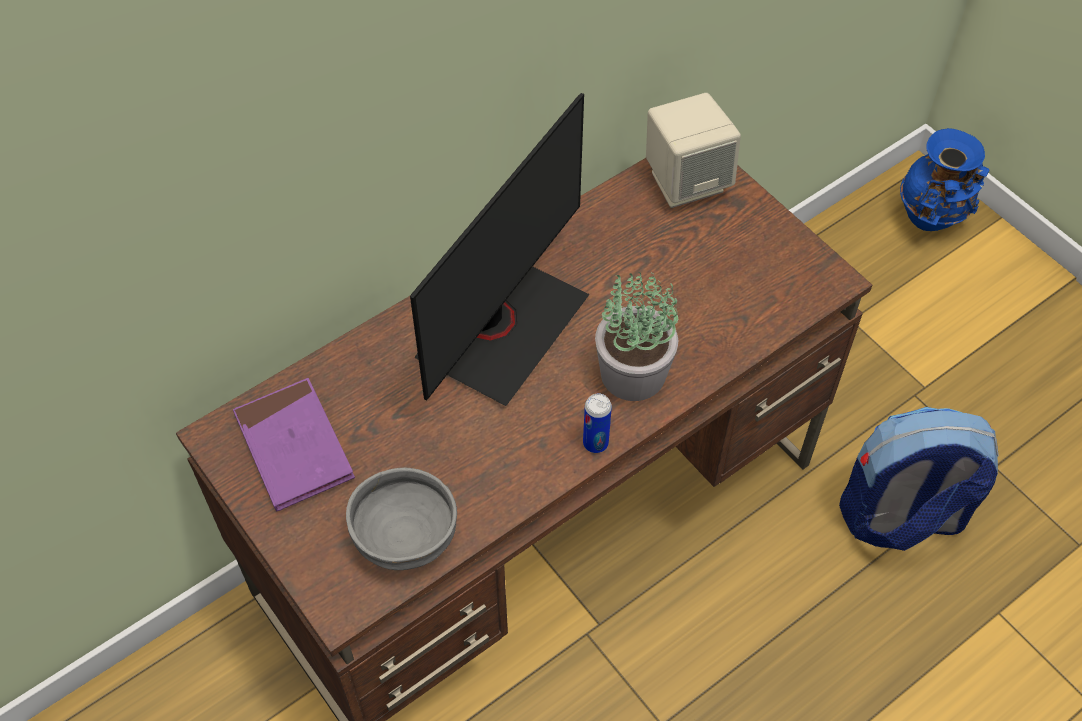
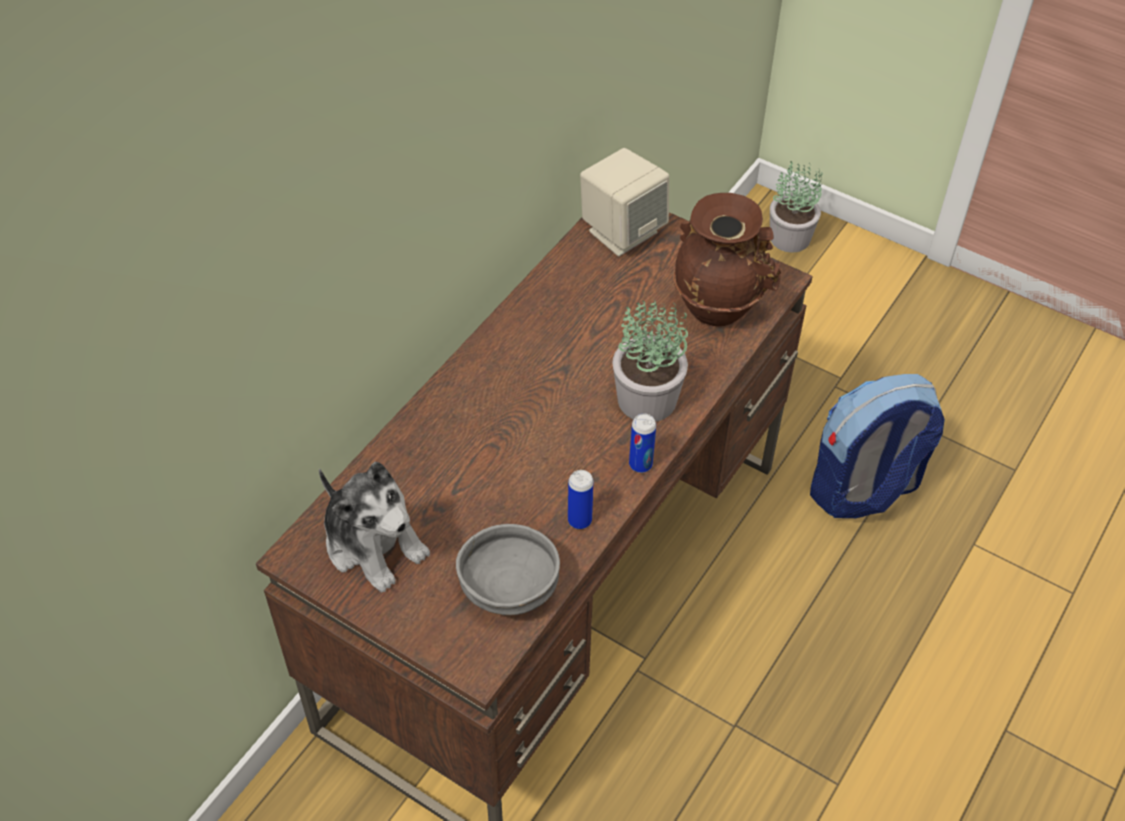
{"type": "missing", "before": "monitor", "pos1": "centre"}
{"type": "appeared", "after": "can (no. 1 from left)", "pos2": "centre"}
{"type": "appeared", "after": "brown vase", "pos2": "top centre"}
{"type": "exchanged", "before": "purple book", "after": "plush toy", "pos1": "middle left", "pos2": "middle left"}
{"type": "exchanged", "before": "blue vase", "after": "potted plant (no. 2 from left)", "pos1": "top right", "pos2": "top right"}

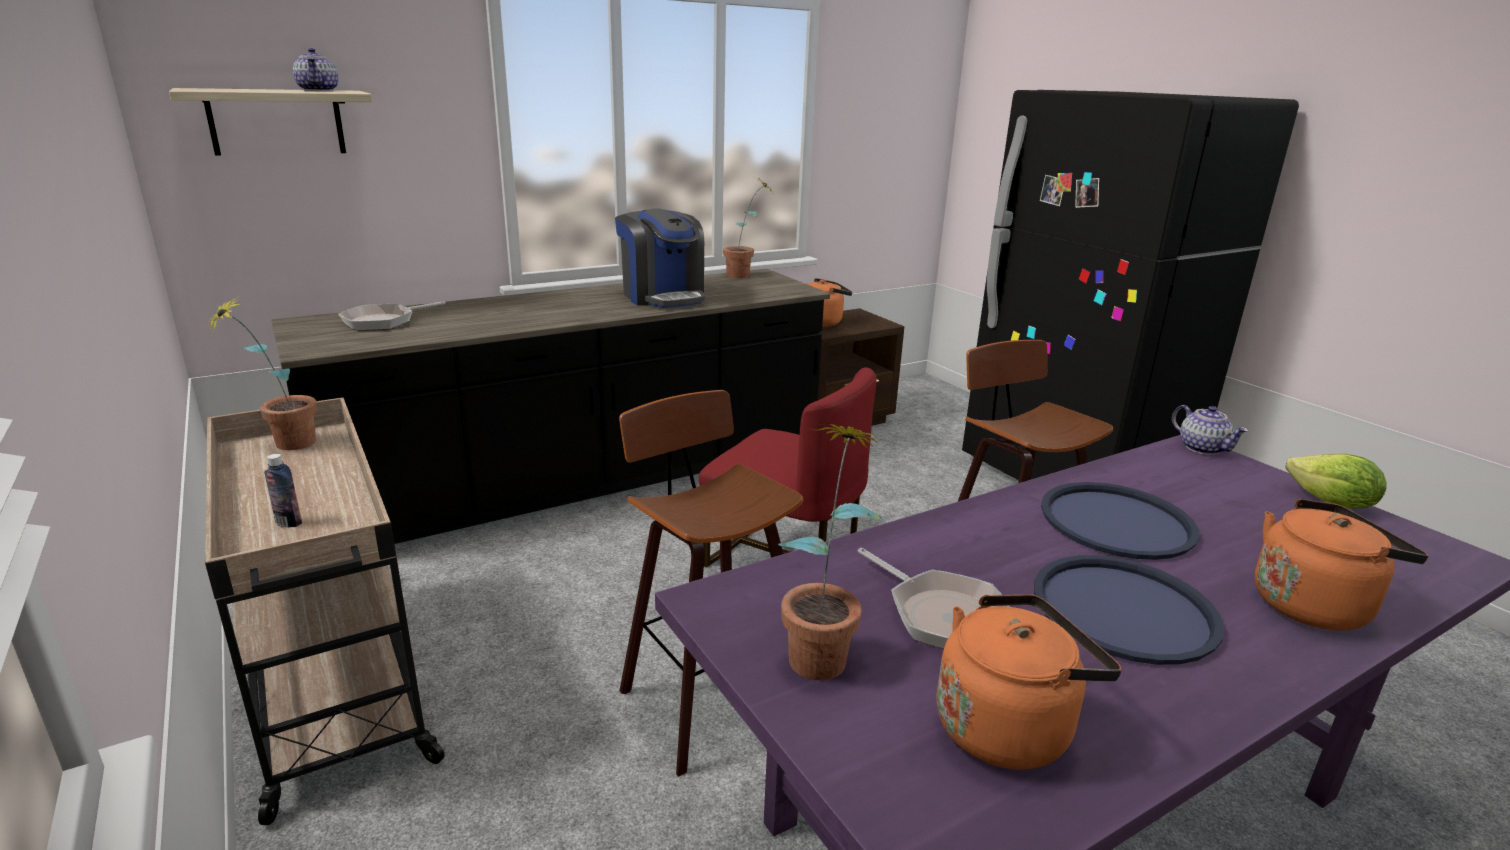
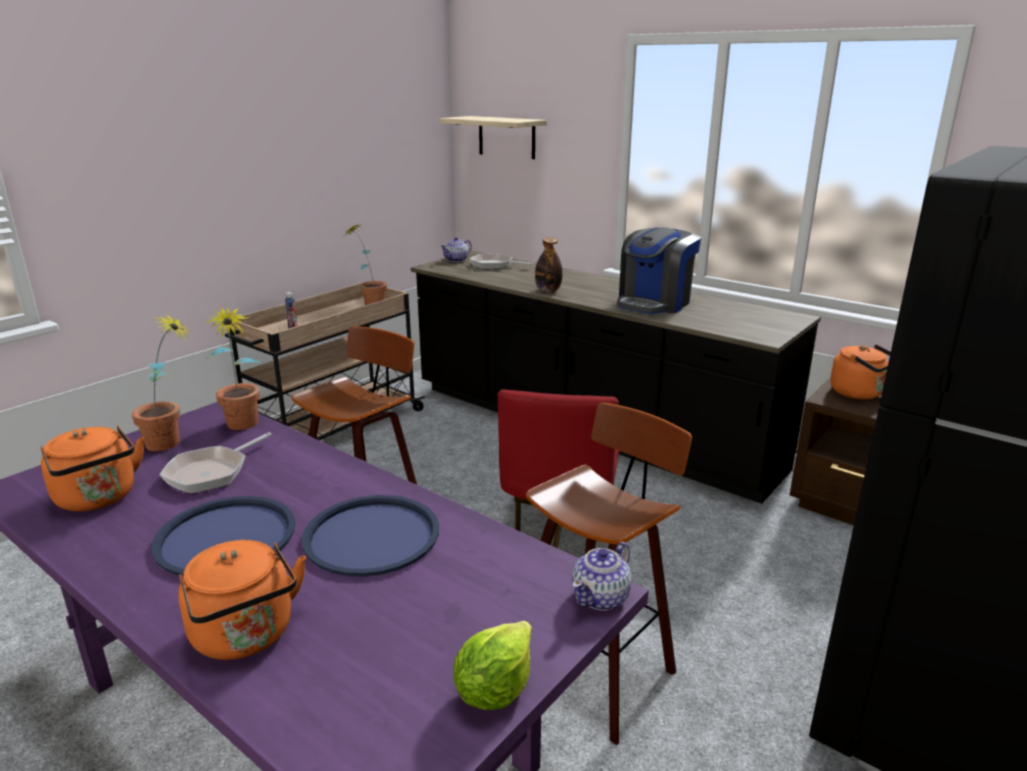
{"type": "appeared", "after": "bottle (no. 2 from left)", "pos2": "centre"}
{"type": "relocated", "before": "teapot (no. 1 from left)", "pos1": "top left", "pos2": "top centre"}
{"type": "relocated", "before": "potted plant (no. 2 from left)", "pos1": "top centre", "pos2": "middle left"}

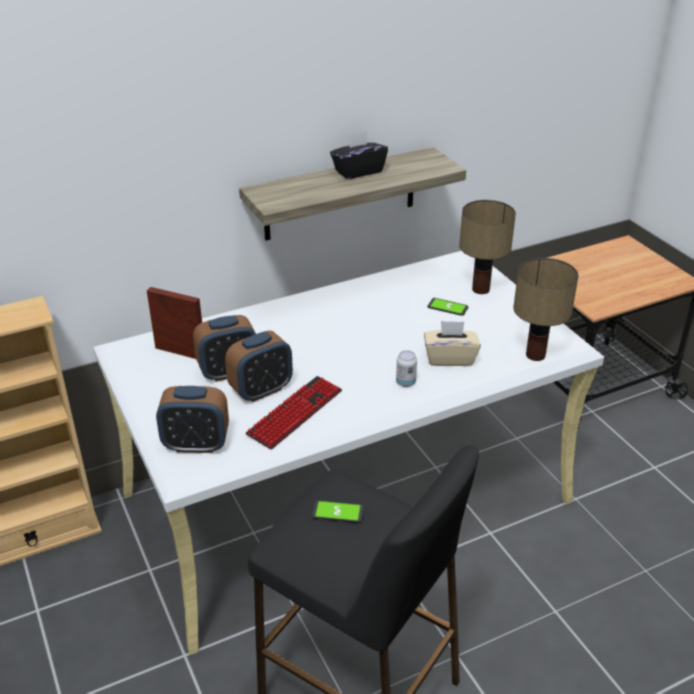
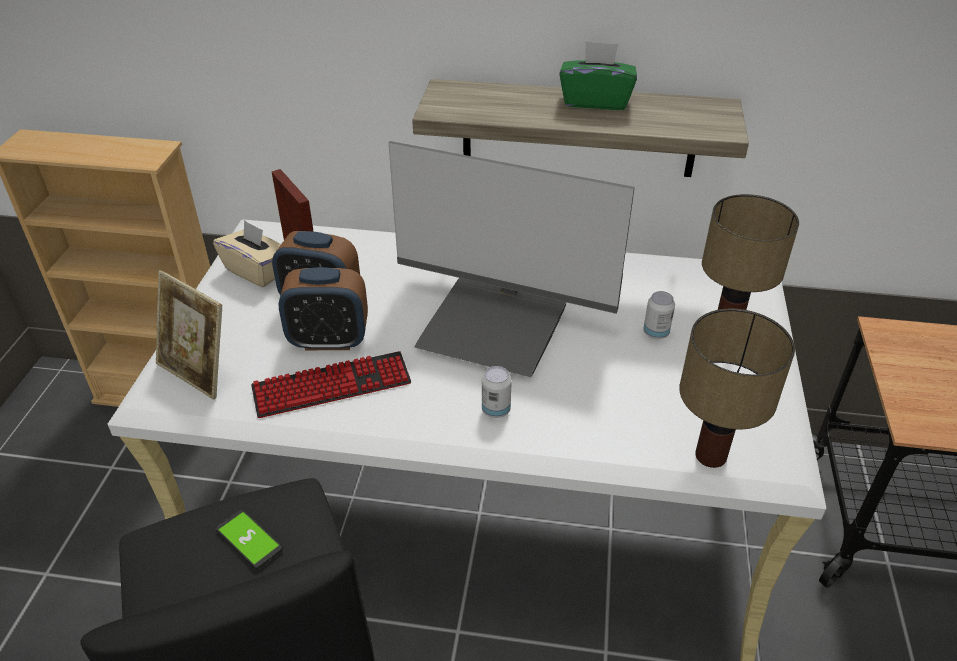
{"type": "appeared", "after": "monitor", "pos2": "centre"}
{"type": "relocated", "before": "beige tissue box", "pos1": "centre", "pos2": "middle left"}
{"type": "exchanged", "before": "alarm clock (no. 1 from left)", "after": "picture frame (no. 1 from left)", "pos1": "middle left", "pos2": "middle left"}
{"type": "exchanged", "before": "phone (no. 2 from left)", "after": "can (no. 2 from left)", "pos1": "centre", "pos2": "middle right"}
{"type": "colour", "before": "black tissue box", "after": "green tissue box", "pos1": "top centre", "pos2": "top centre"}

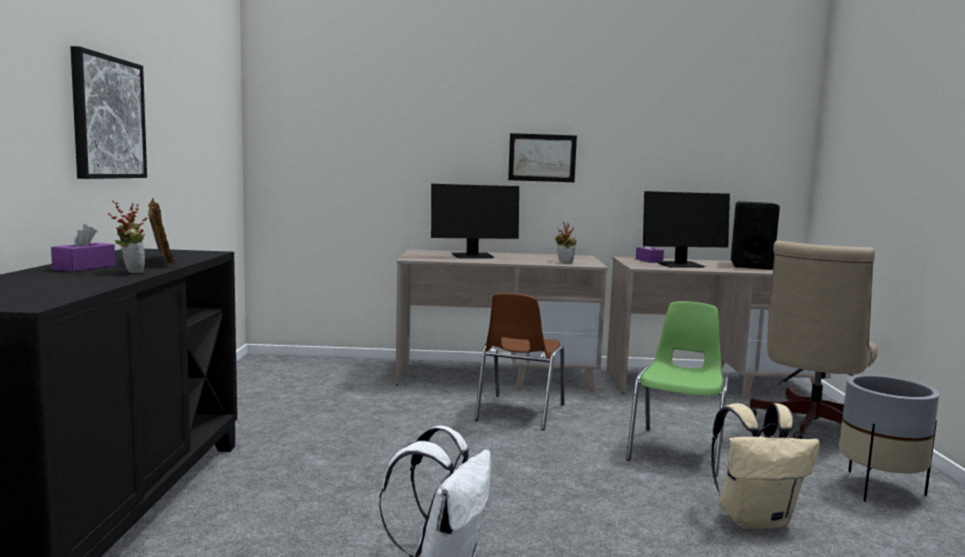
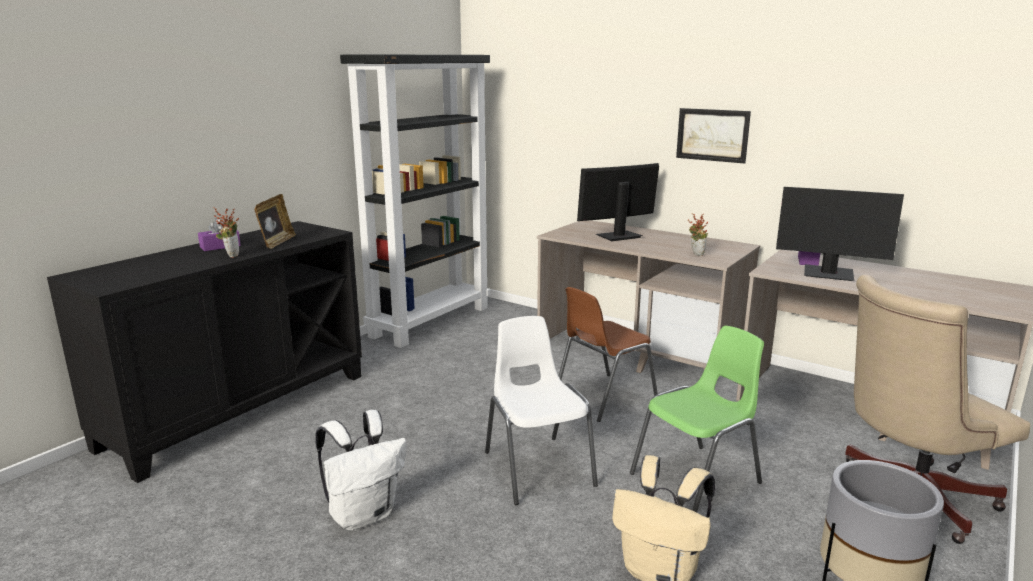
{"type": "missing", "before": "picture (no. 1 from left)", "pos1": "top left"}
{"type": "missing", "before": "black speaker", "pos1": "middle right"}
{"type": "appeared", "after": "black bookcase", "pos2": "centre"}
{"type": "appeared", "after": "white chair", "pos2": "bottom centre"}
{"type": "spun", "before": "monitor (no. 1 from left)", "pos1": "centre", "pos2": "centre", "turn": 135}

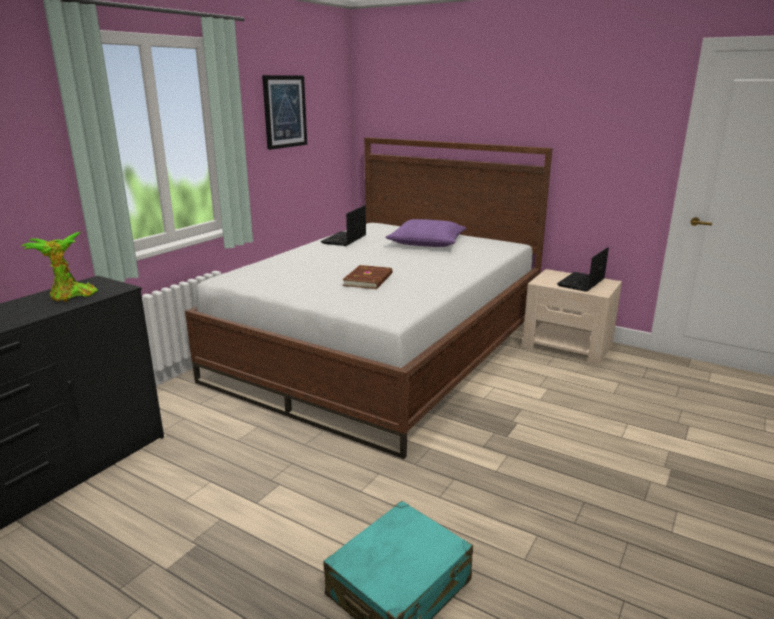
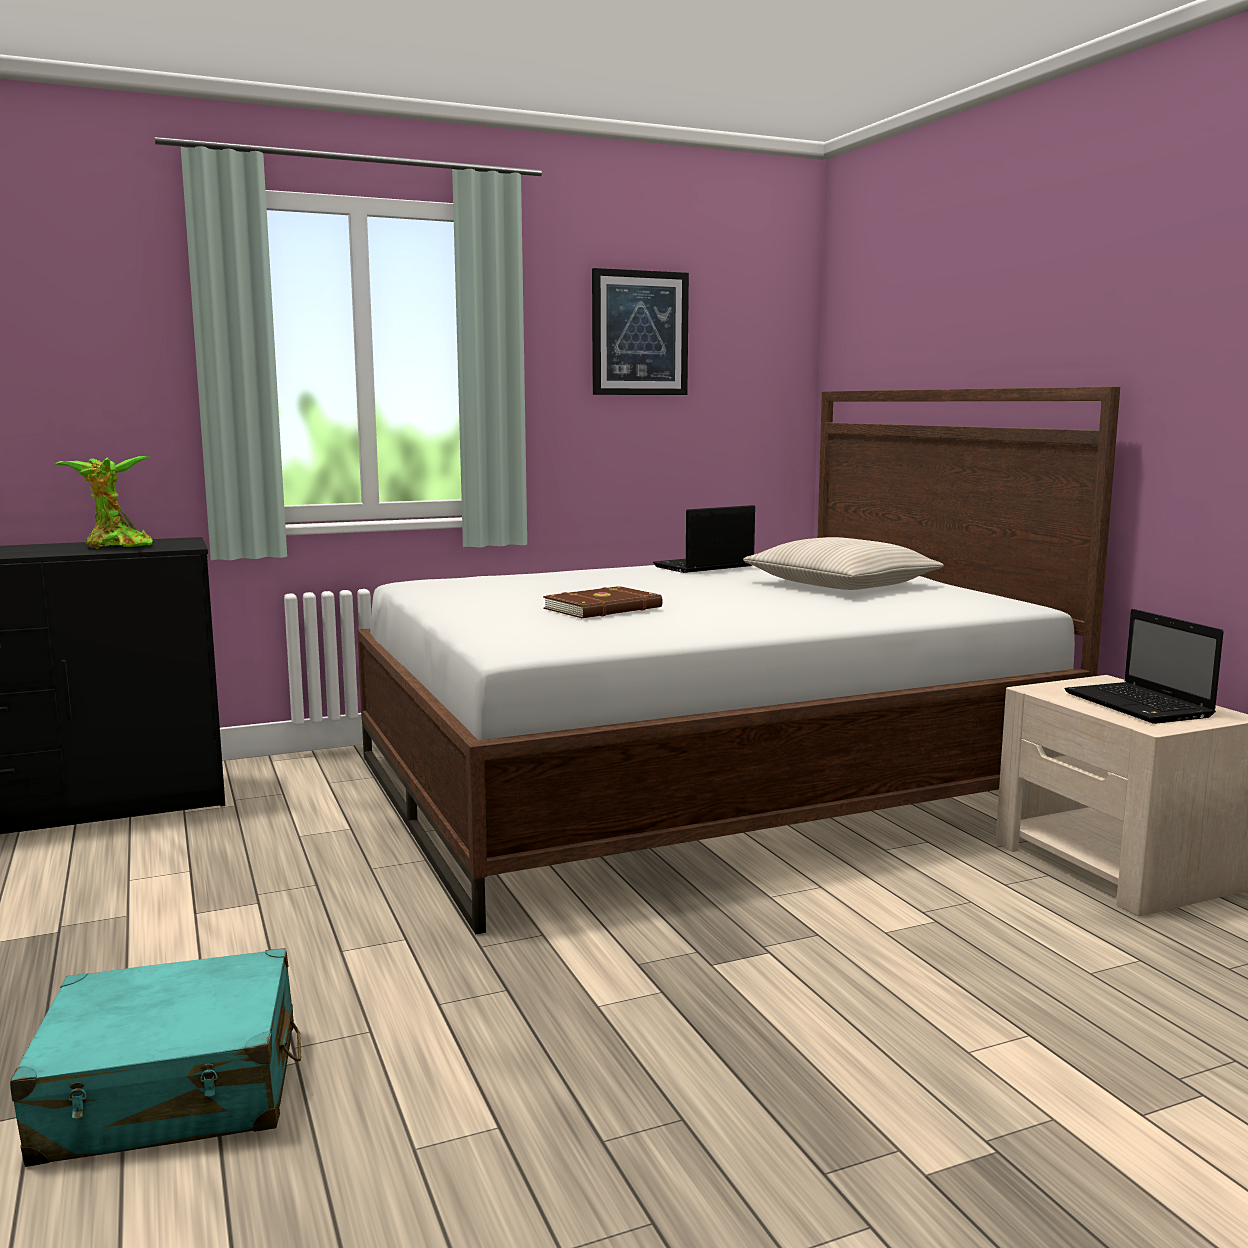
{"type": "colour", "before": "purple pillow", "after": "beige pillow", "pos1": "centre", "pos2": "middle right"}
{"type": "spun", "before": "laptop (no. 2 from left)", "pos1": "middle right", "pos2": "middle right", "turn": -90}

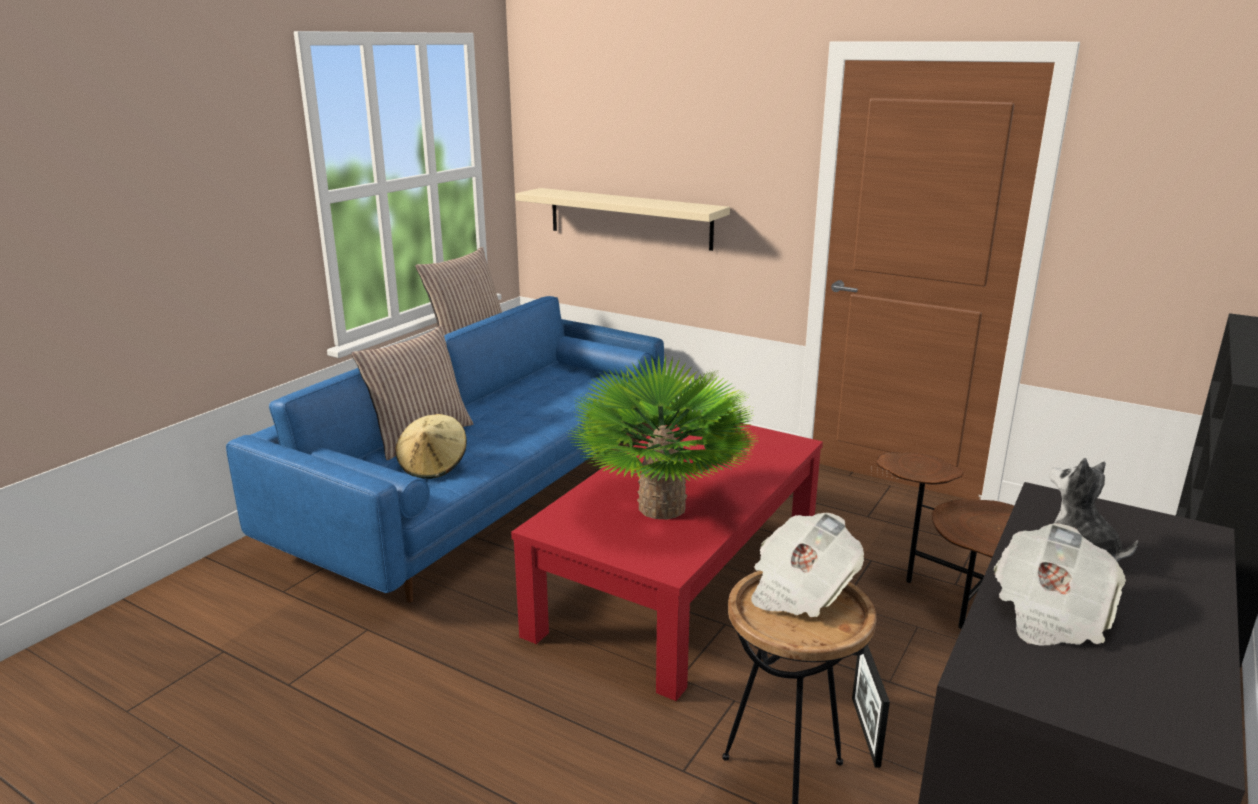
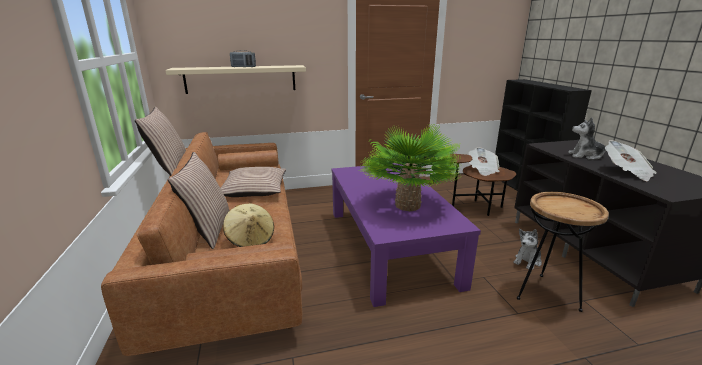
{"type": "appeared", "after": "pillow (no. 3 from left)", "pos2": "centre"}
{"type": "appeared", "after": "radio", "pos2": "top centre"}
{"type": "relocated", "before": "newspaper (no. 1 from left)", "pos1": "bottom centre", "pos2": "middle right"}
{"type": "exchanged", "before": "picture frame", "after": "plush toy (no. 1 from left)", "pos1": "bottom right", "pos2": "bottom right"}
{"type": "colour", "before": "blue sofa", "after": "brown sofa", "pos1": "centre", "pos2": "bottom left"}
{"type": "colour", "before": "red coffee table", "after": "purple coffee table", "pos1": "bottom centre", "pos2": "centre"}

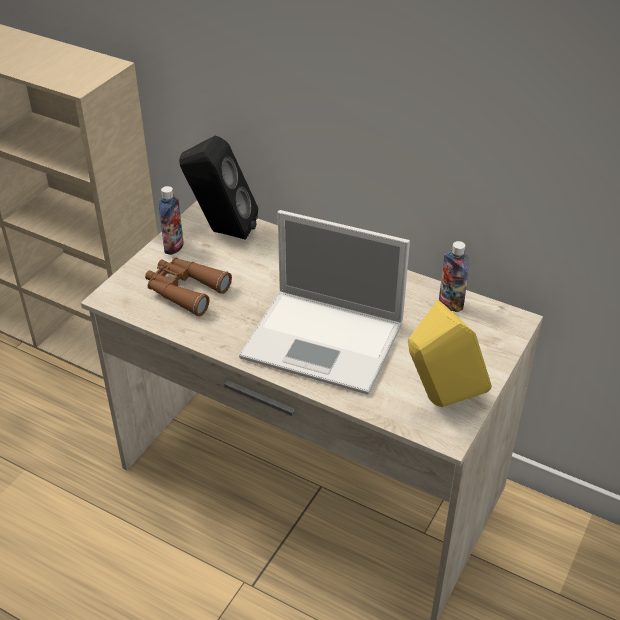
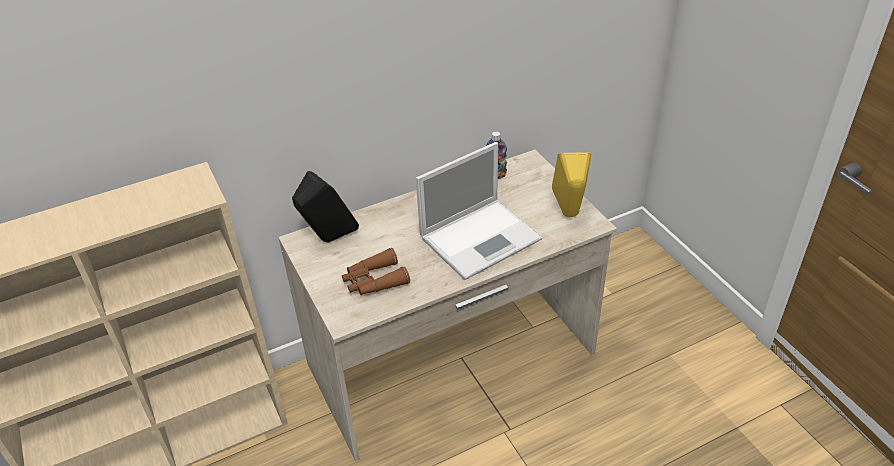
{"type": "missing", "before": "bottle (no. 1 from left)", "pos1": "middle left"}

